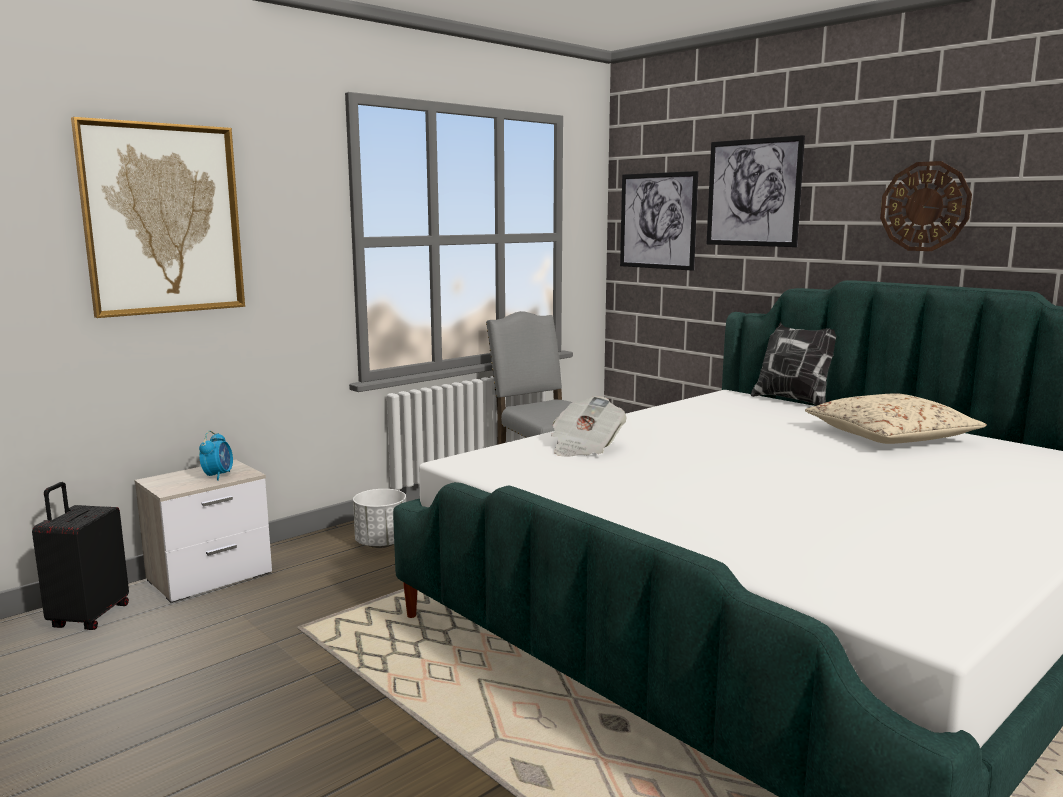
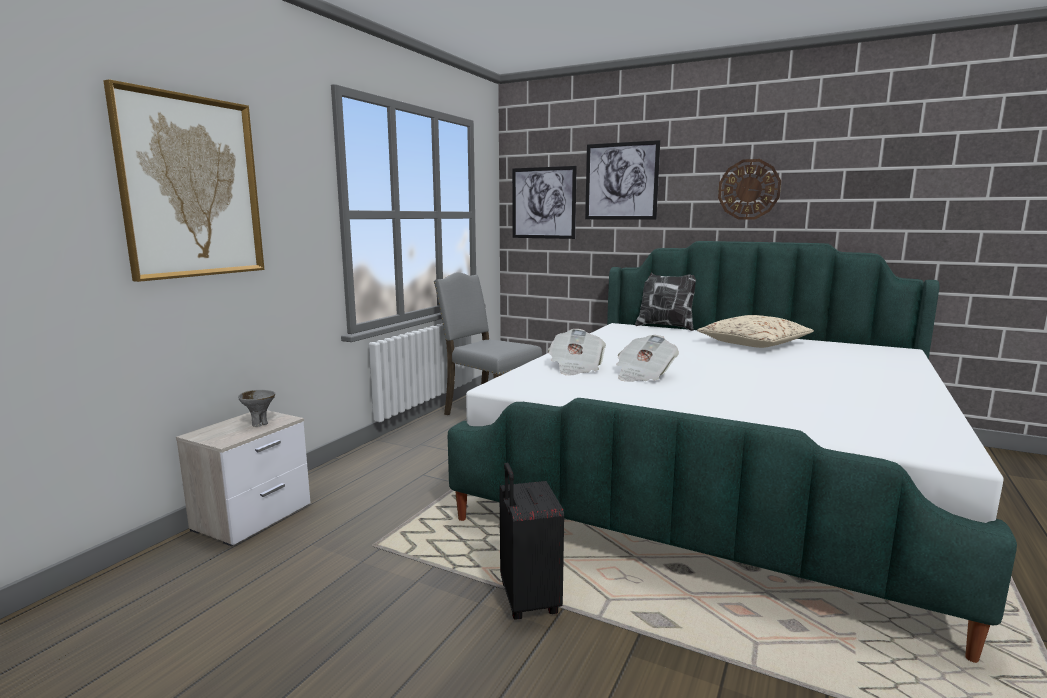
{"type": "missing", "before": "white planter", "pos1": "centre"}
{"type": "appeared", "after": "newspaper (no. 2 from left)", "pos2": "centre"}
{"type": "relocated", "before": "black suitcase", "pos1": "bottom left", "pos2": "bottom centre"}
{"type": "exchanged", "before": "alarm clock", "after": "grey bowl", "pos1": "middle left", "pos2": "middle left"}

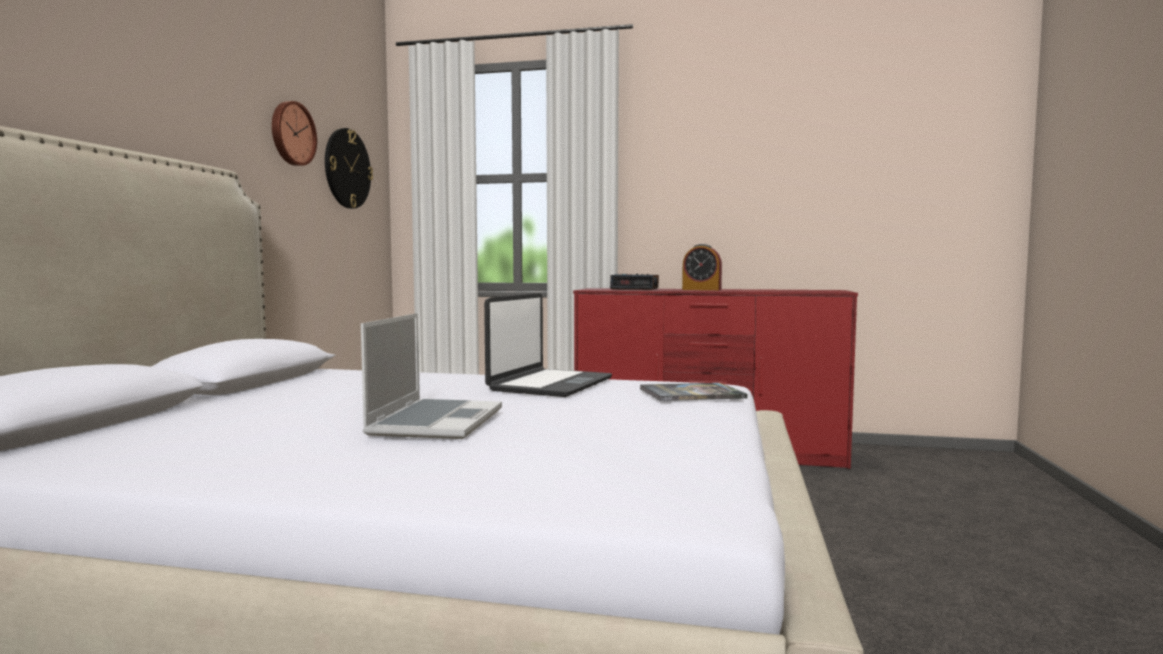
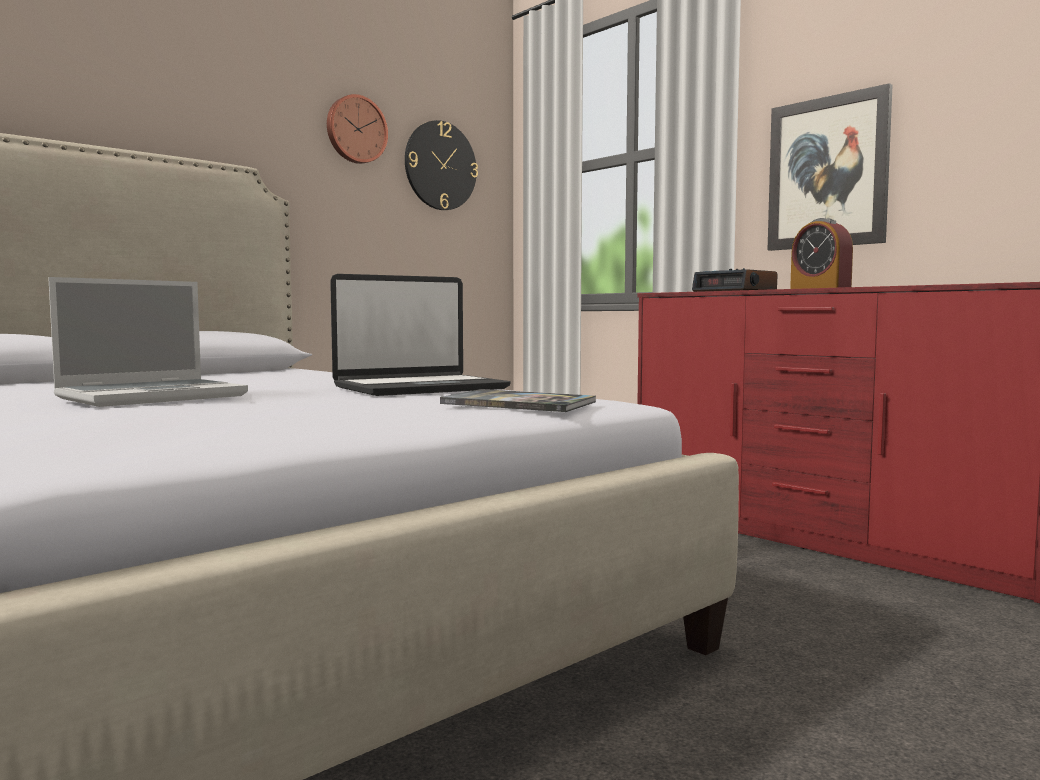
{"type": "appeared", "after": "picture", "pos2": "top right"}

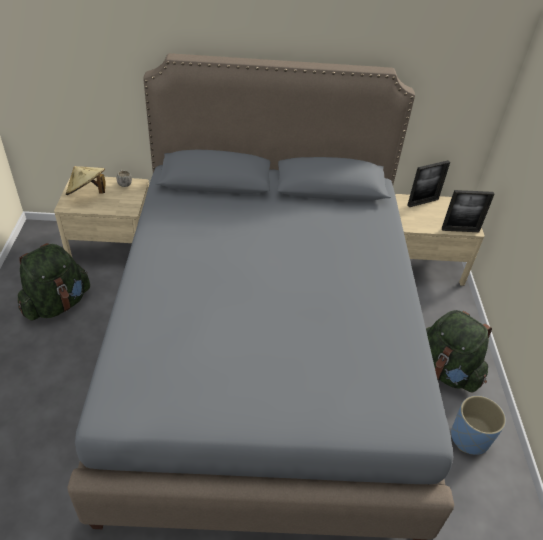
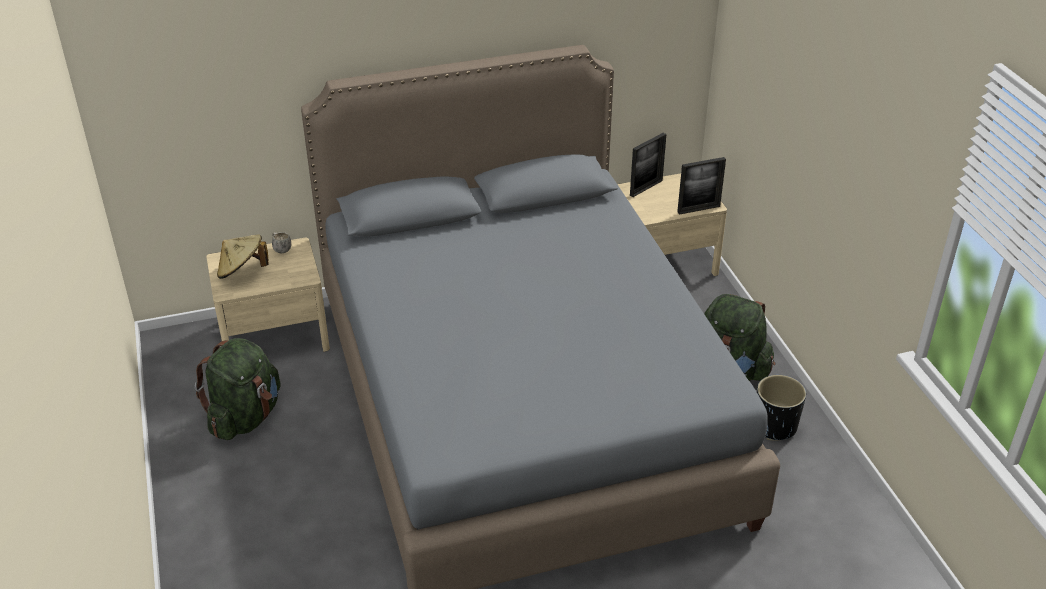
{"type": "colour", "before": "blue planter", "after": "black planter", "pos1": "bottom right", "pos2": "bottom right"}

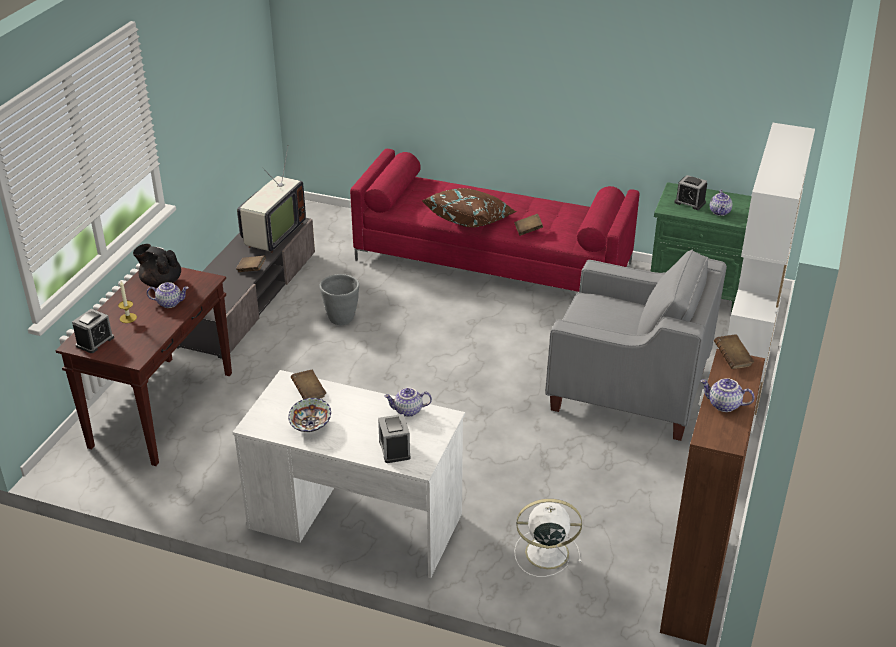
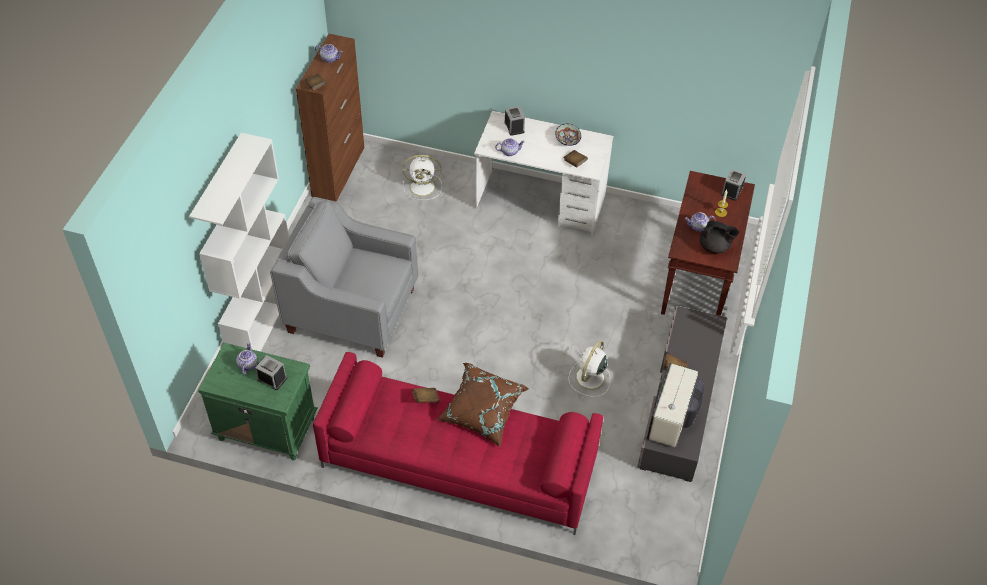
{"type": "exchanged", "before": "grey planter", "after": "white fan (no. 2 from left)", "pos1": "centre", "pos2": "centre"}

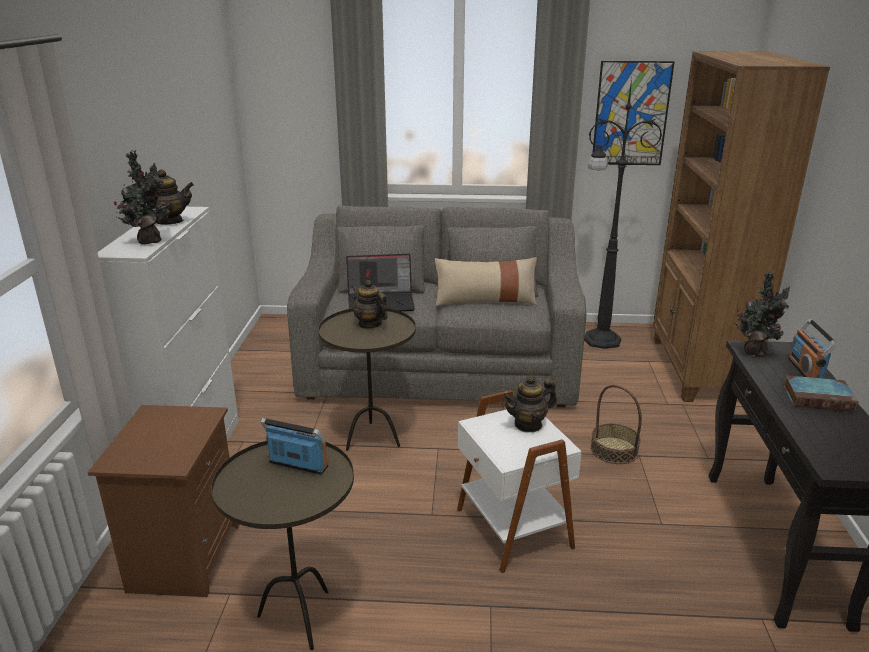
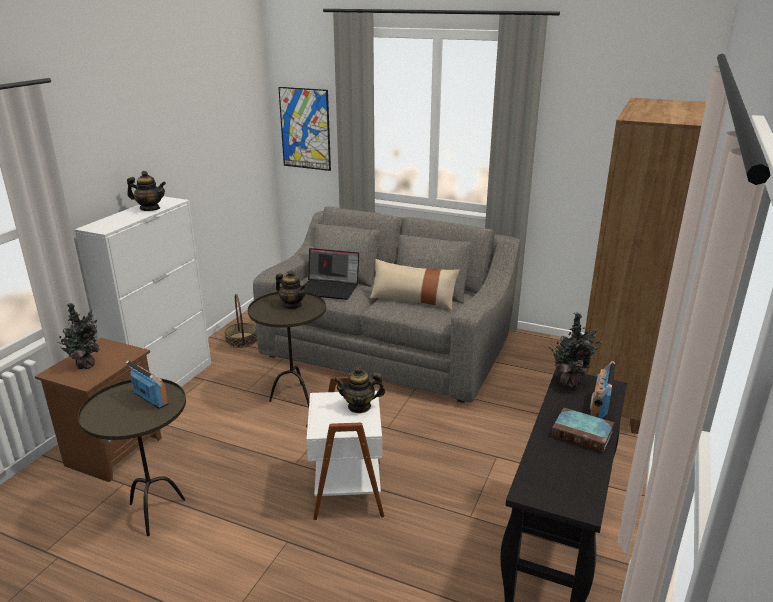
{"type": "missing", "before": "black floor lamp", "pos1": "top right"}
{"type": "relocated", "before": "potted plant (no. 1 from left)", "pos1": "top left", "pos2": "middle left"}
{"type": "relocated", "before": "basket", "pos1": "middle right", "pos2": "middle left"}
{"type": "relocated", "before": "picture", "pos1": "top right", "pos2": "top centre"}
{"type": "spun", "before": "teapot (no. 2 from left)", "pos1": "centre", "pos2": "centre", "turn": 150}

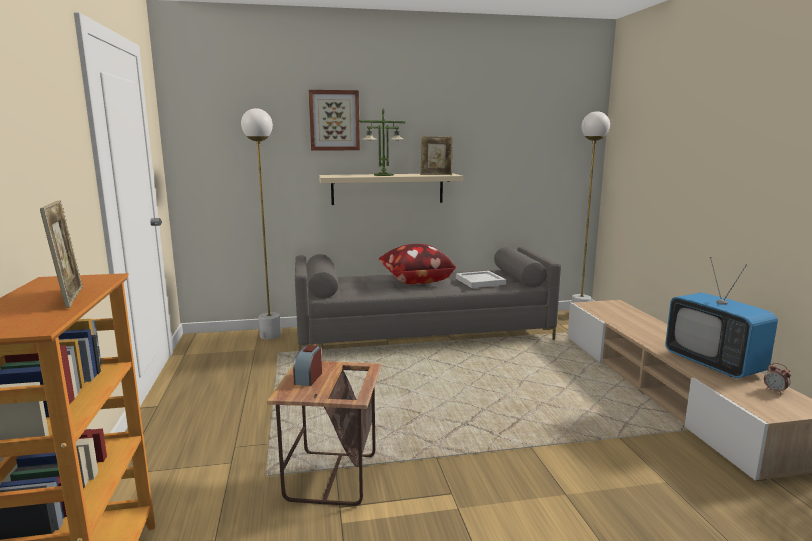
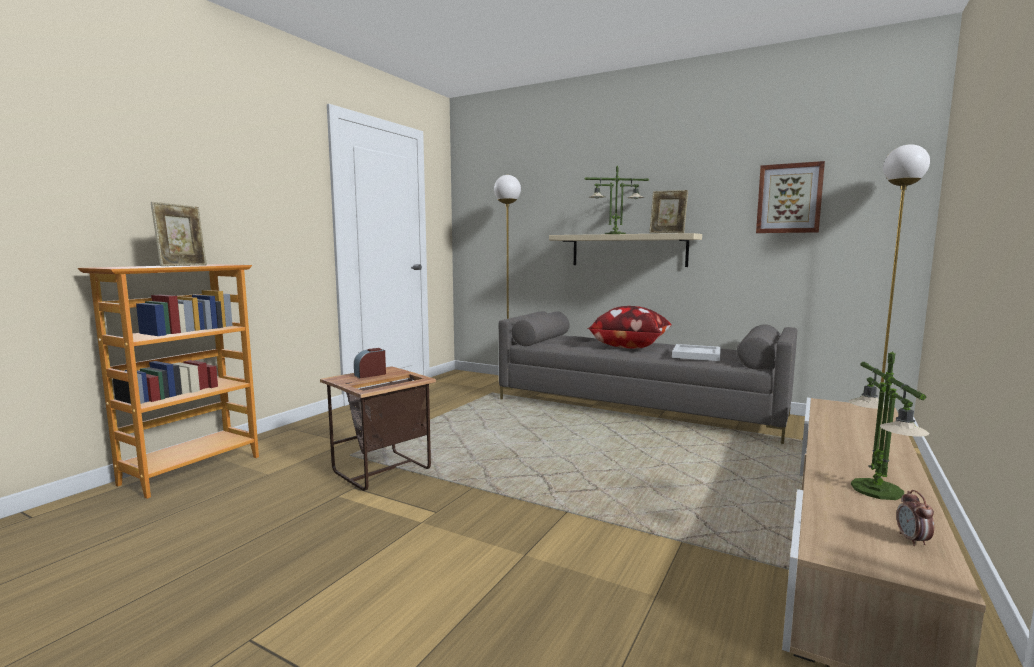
{"type": "relocated", "before": "picture", "pos1": "top centre", "pos2": "top right"}
{"type": "exchanged", "before": "television", "after": "table lamp (no. 2 from left)", "pos1": "middle right", "pos2": "middle right"}

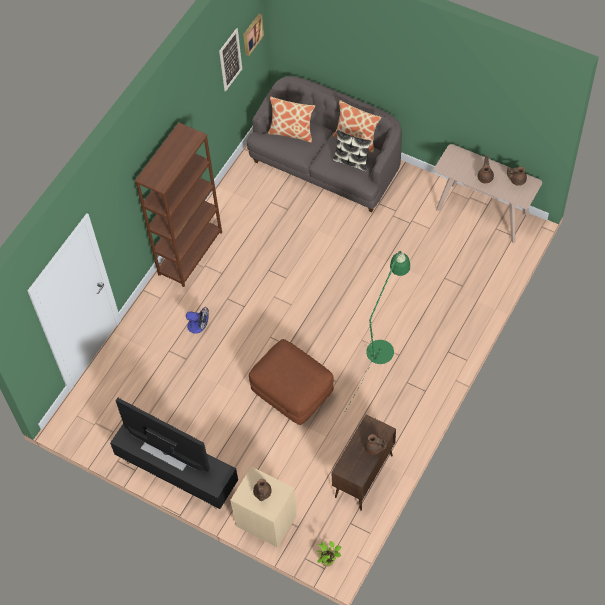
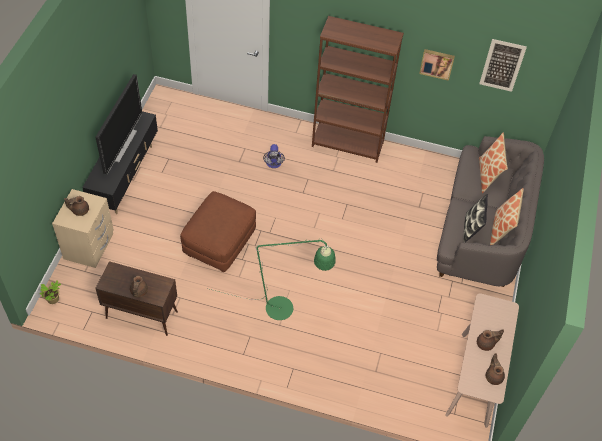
{"type": "relocated", "before": "picture (no. 2 from left in the first image)", "after": "picture (no. 1 from left)", "pos1": "top centre", "pos2": "top right"}

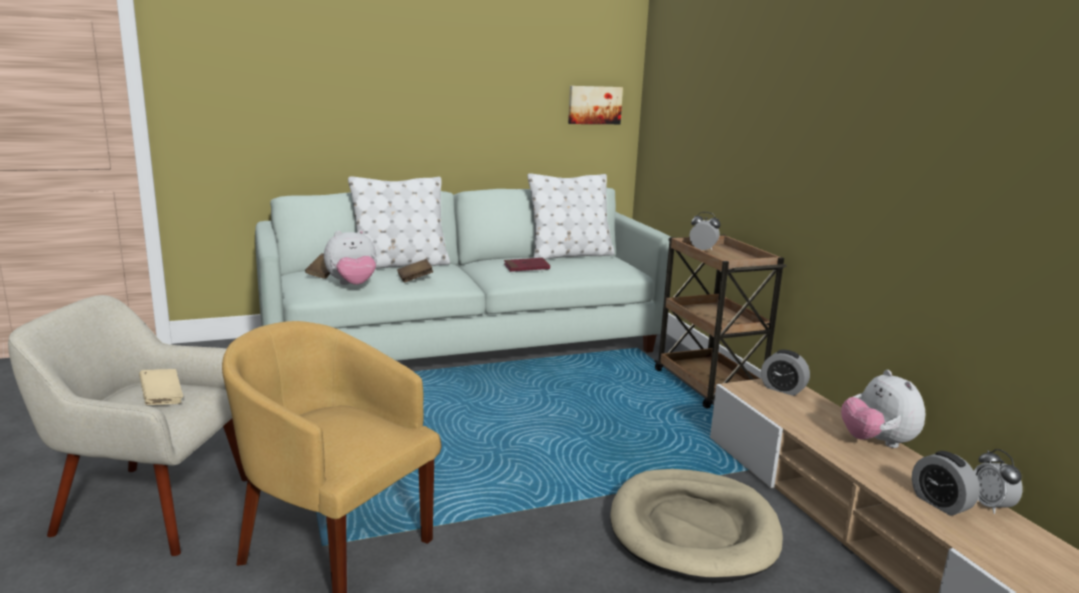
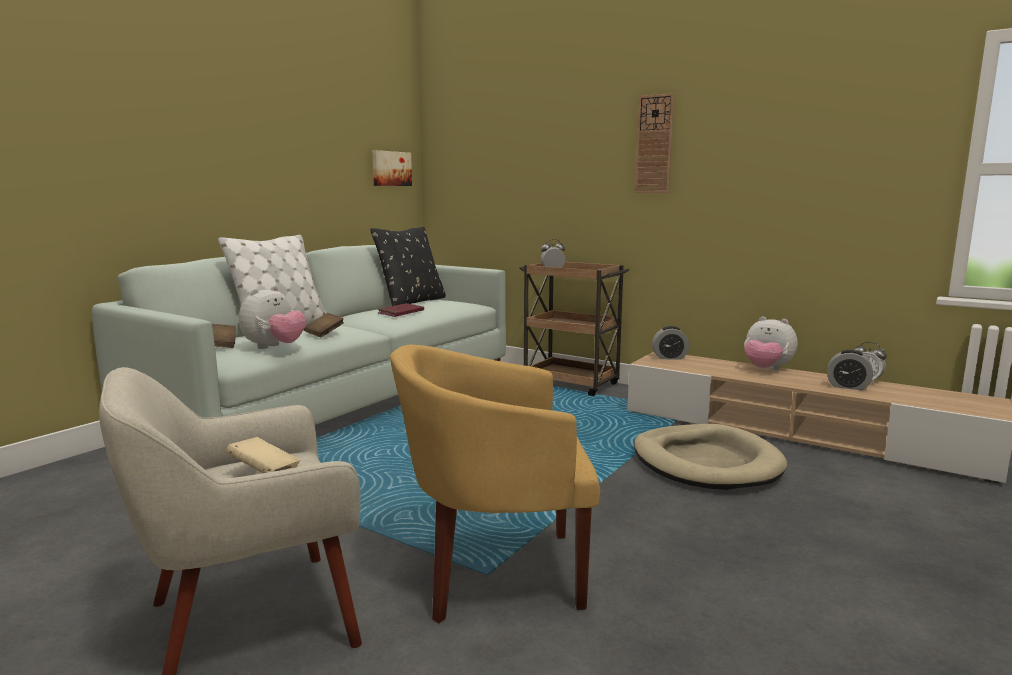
{"type": "appeared", "after": "wall clock", "pos2": "top centre"}
{"type": "colour", "before": "white pillow (no. 2 from left)", "after": "black pillow", "pos1": "centre", "pos2": "centre"}

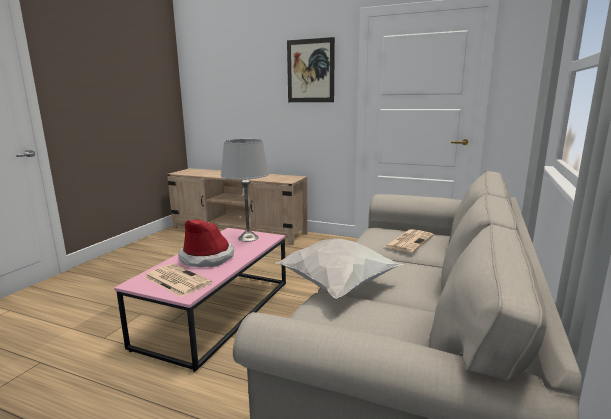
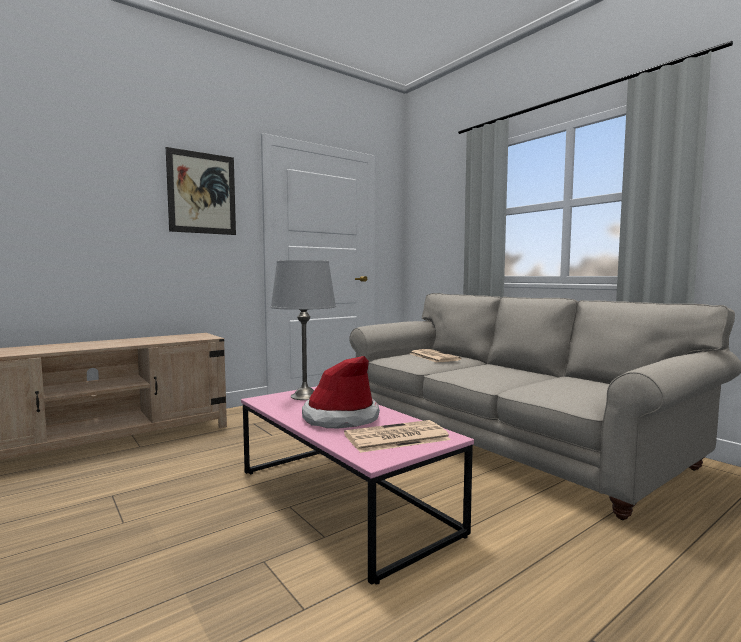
{"type": "missing", "before": "white pillow", "pos1": "centre"}

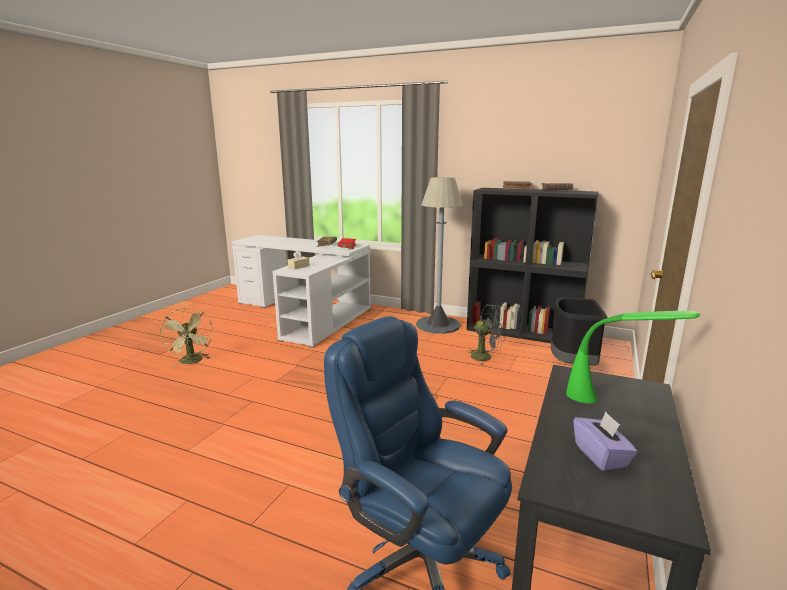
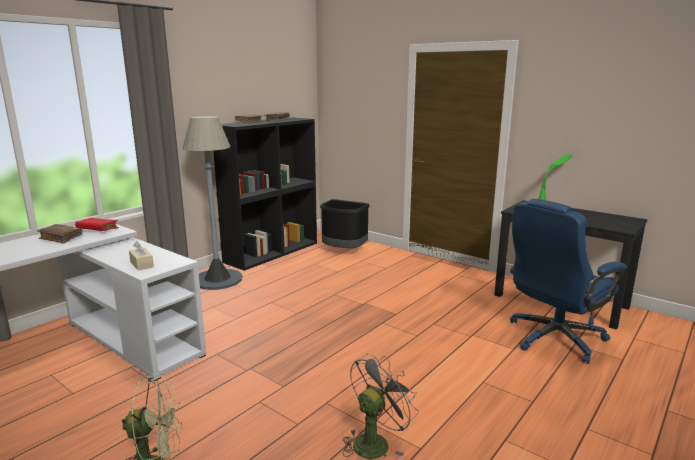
{"type": "missing", "before": "purple tissue box", "pos1": "bottom right"}
{"type": "relocated", "before": "grey fan", "pos1": "centre", "pos2": "bottom centre"}

